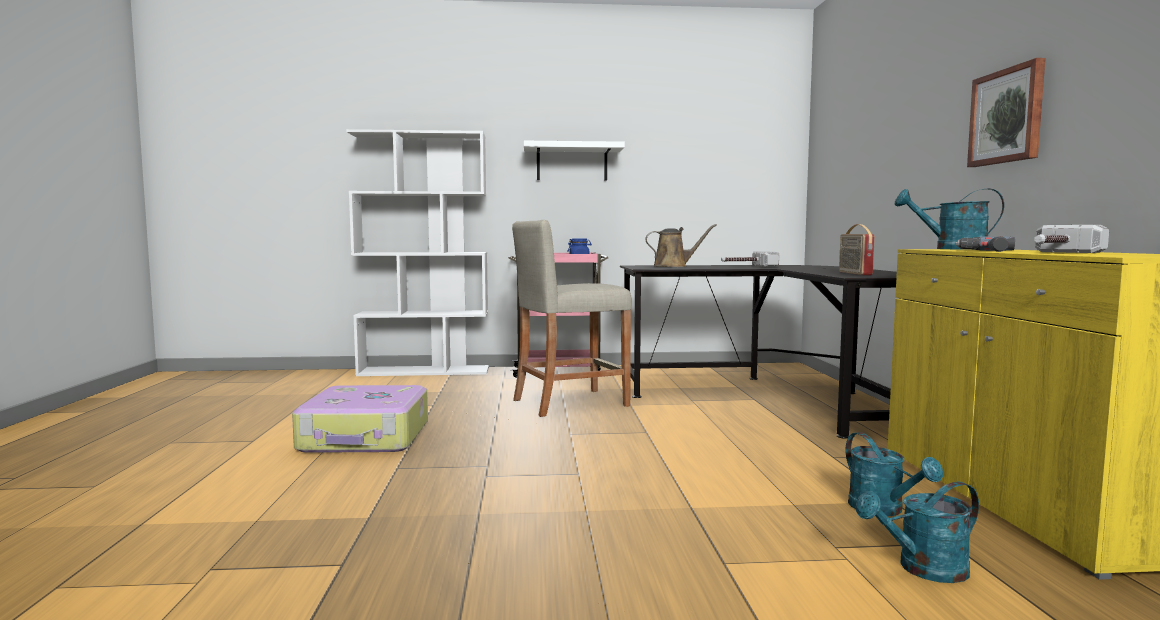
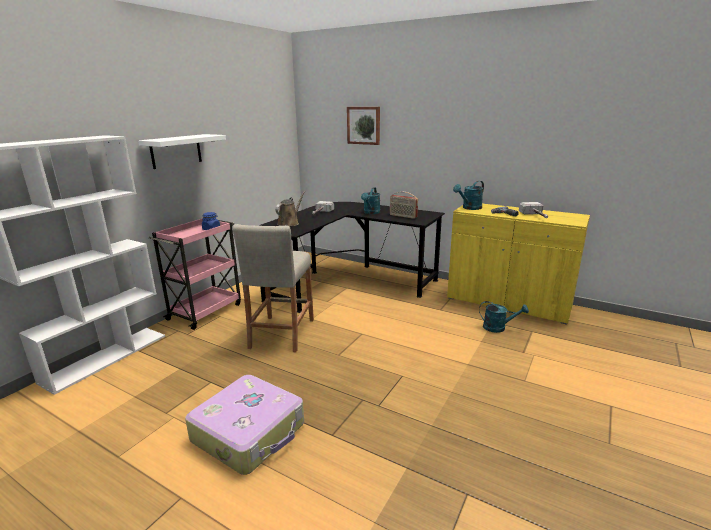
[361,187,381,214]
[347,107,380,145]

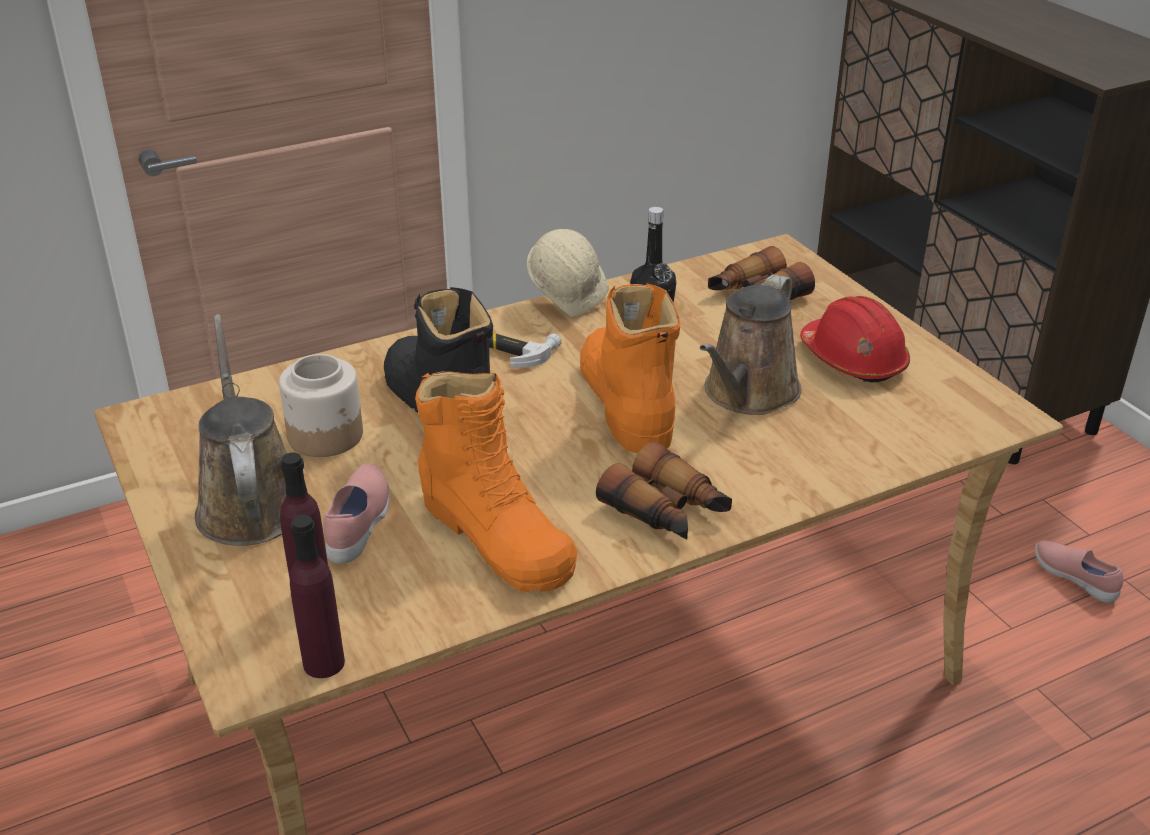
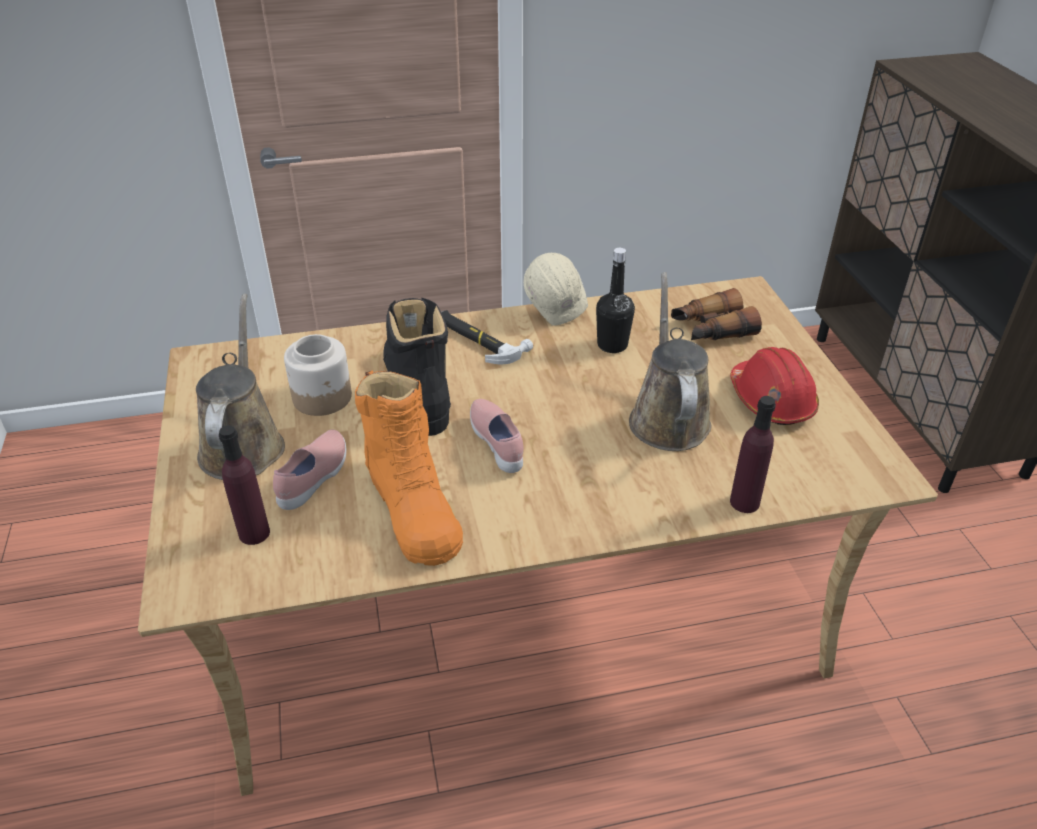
[580,283,680,454] (first image)
[596,441,732,540] (first image)
[730,396,776,513]
[470,399,523,473]
[629,272,711,451]

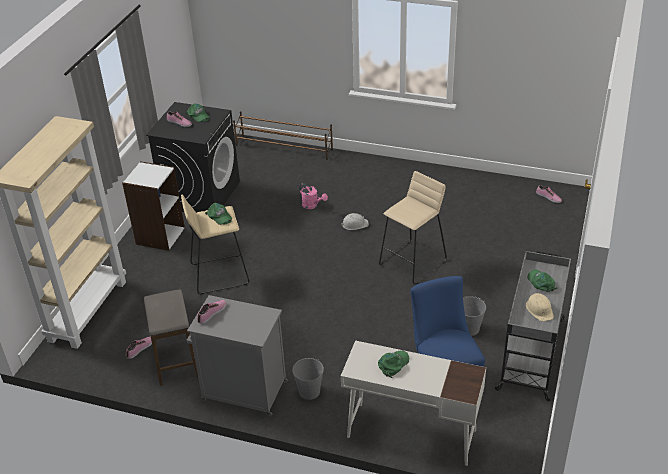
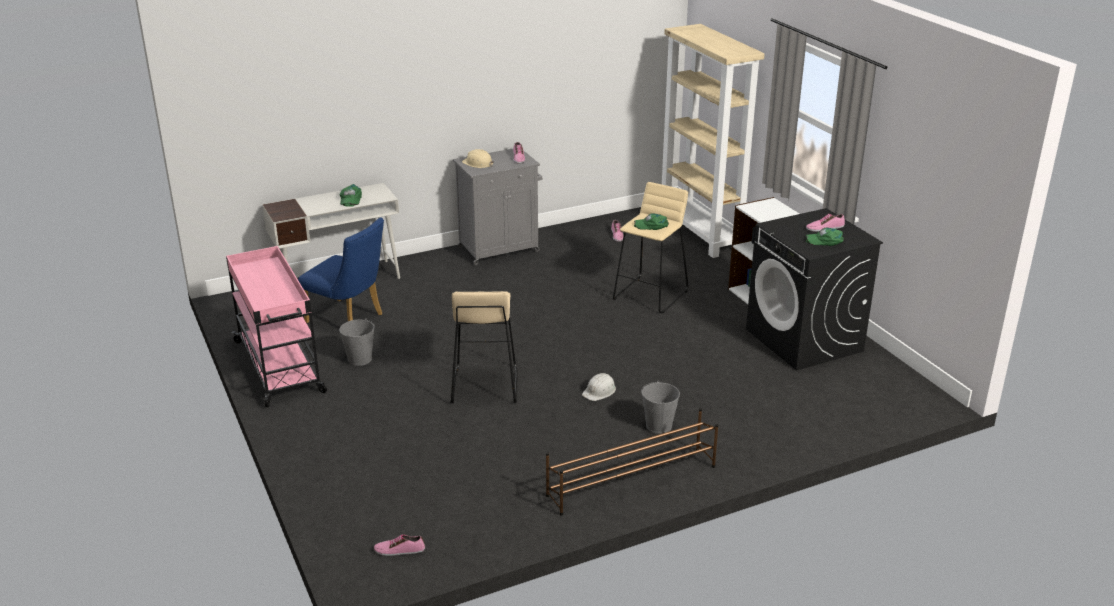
[144,289,198,386] (first image)
[299,183,328,209] (first image)
[527,269,557,292] (first image)
[546,408,718,516]
[641,381,680,434]
[462,149,494,168]
[226,246,327,407]

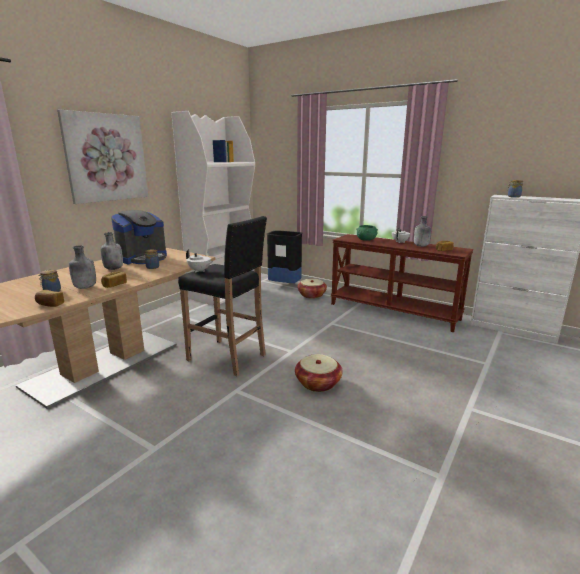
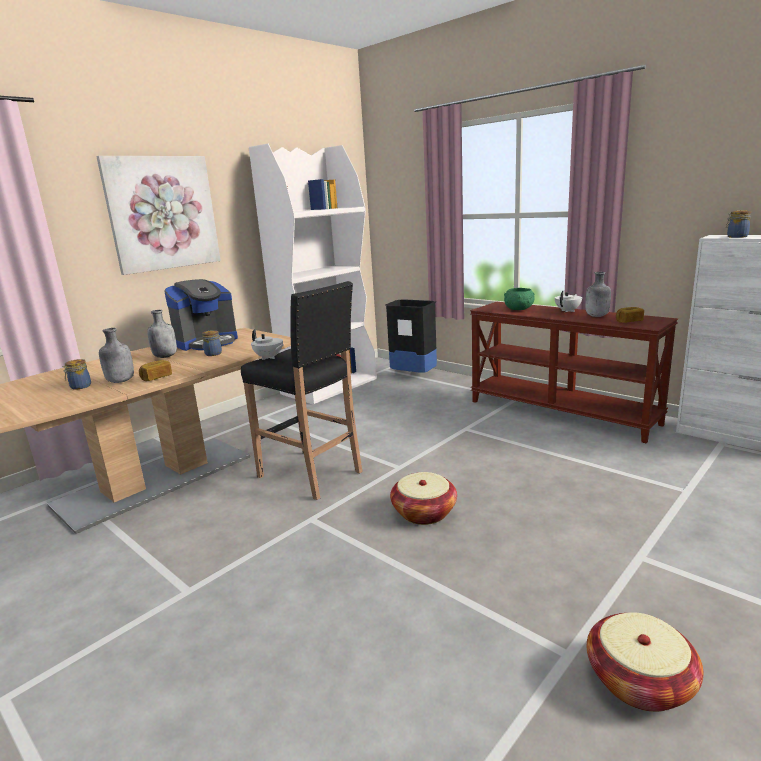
[35,290,64,307] (first image)
[587,612,703,712]

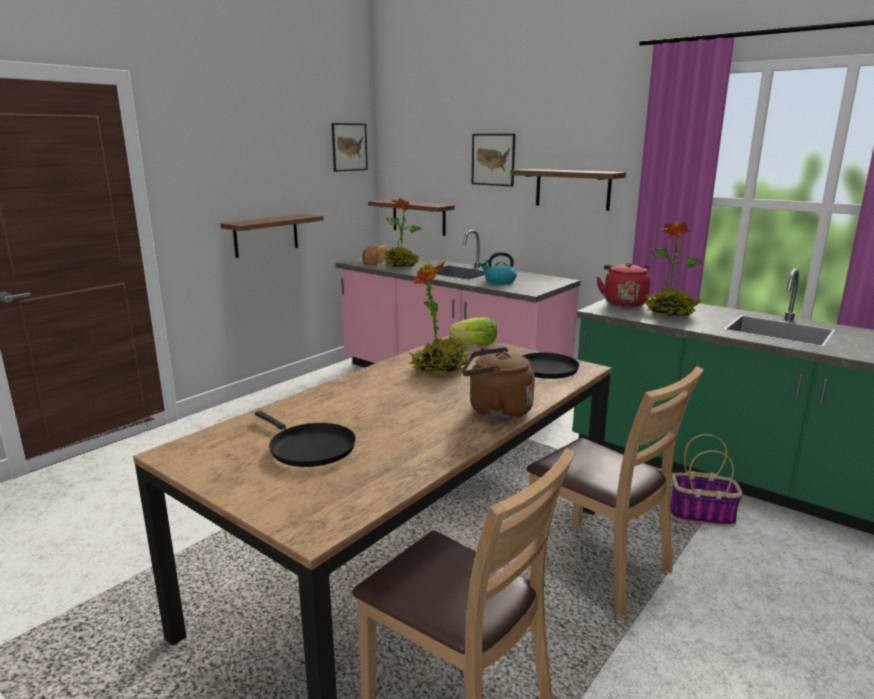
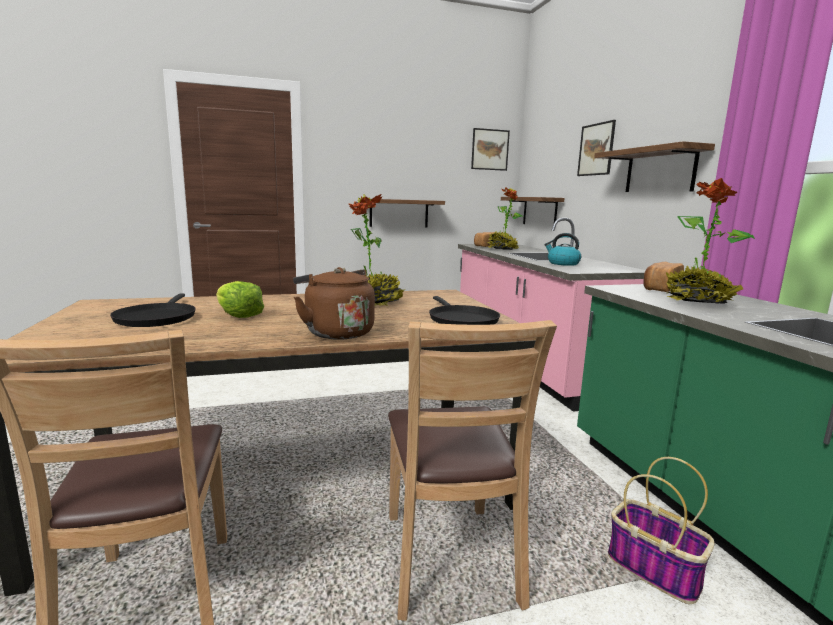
[216,281,264,318]
[643,262,684,292]

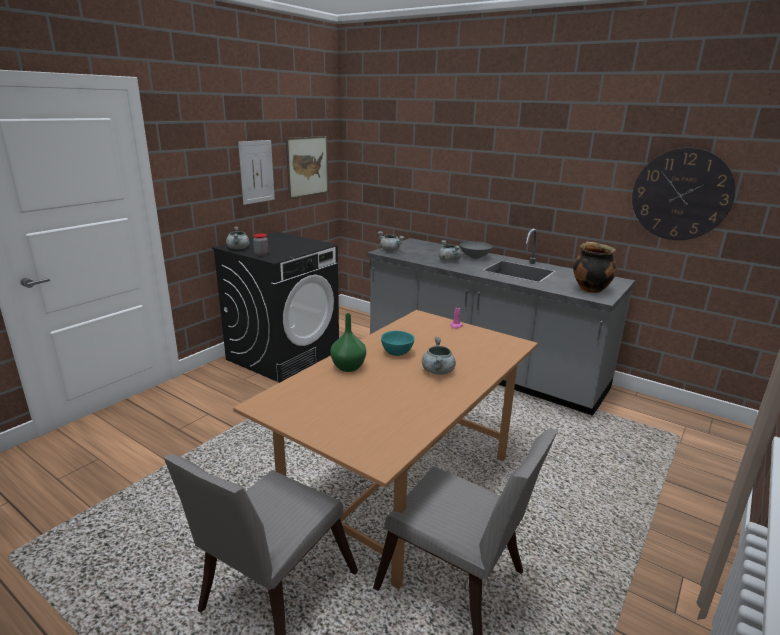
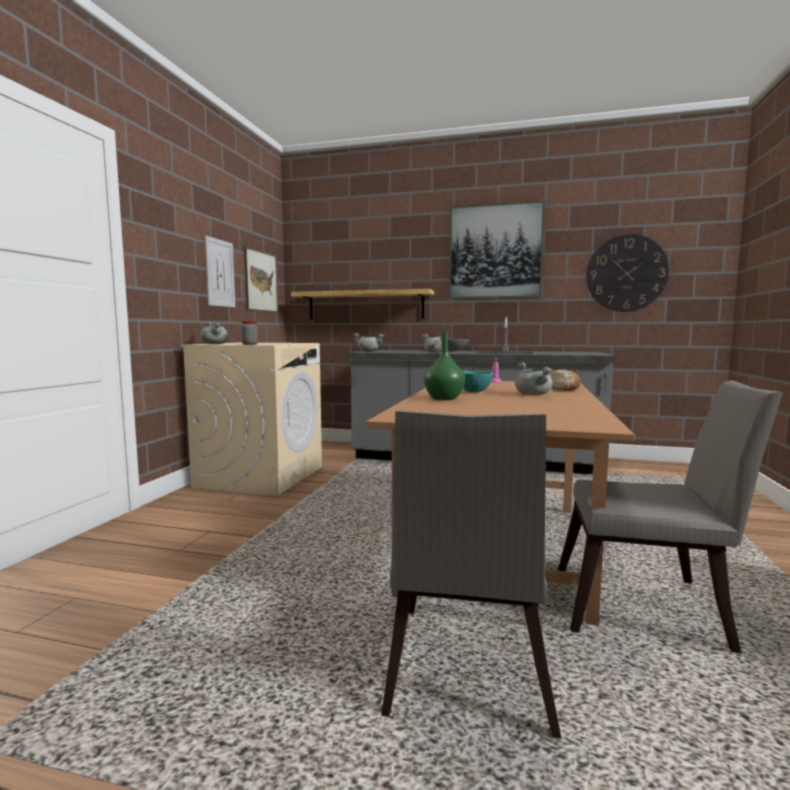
[573,242,617,293] (first image)
[291,289,434,319]
[449,201,545,299]
[550,369,581,391]
[180,343,322,496]

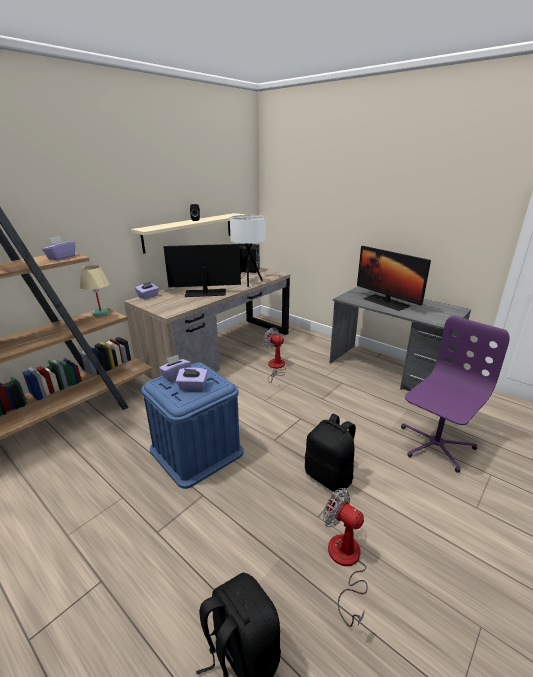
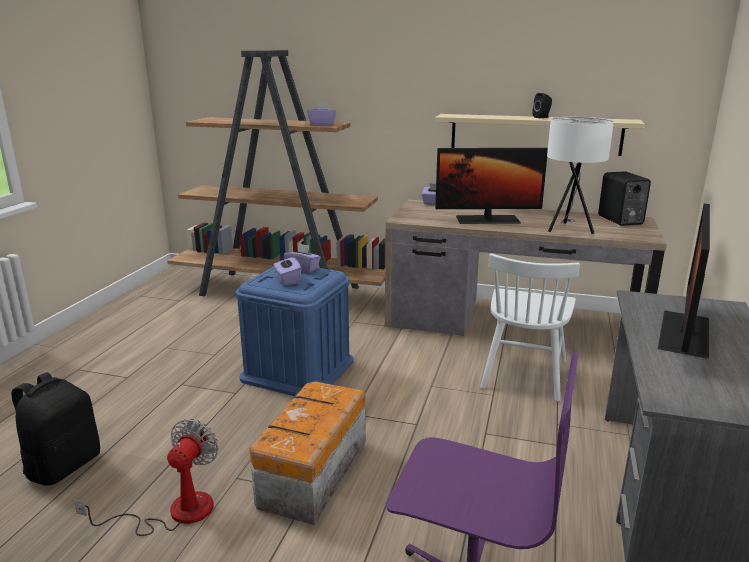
[80,265,110,316] (first image)
[480,253,580,401]
[249,381,366,525]
[435,148,548,224]

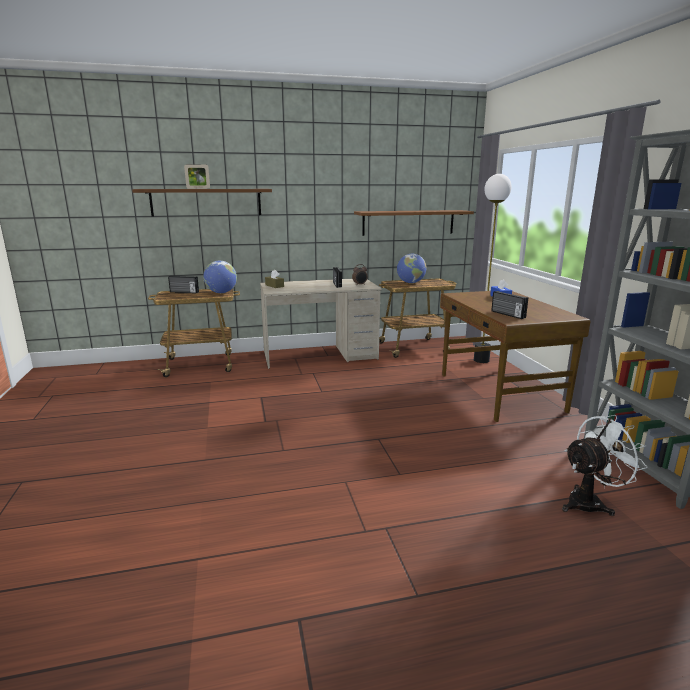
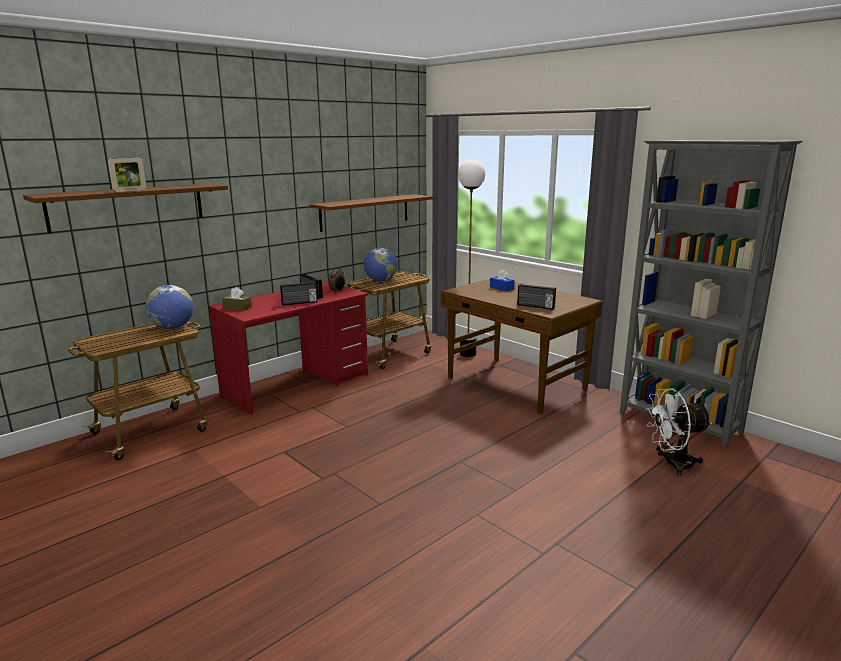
[280,282,318,305]
[208,282,368,415]
[645,389,712,476]

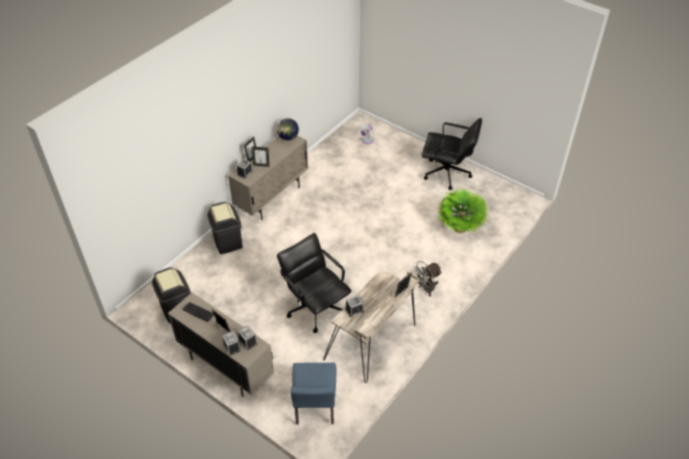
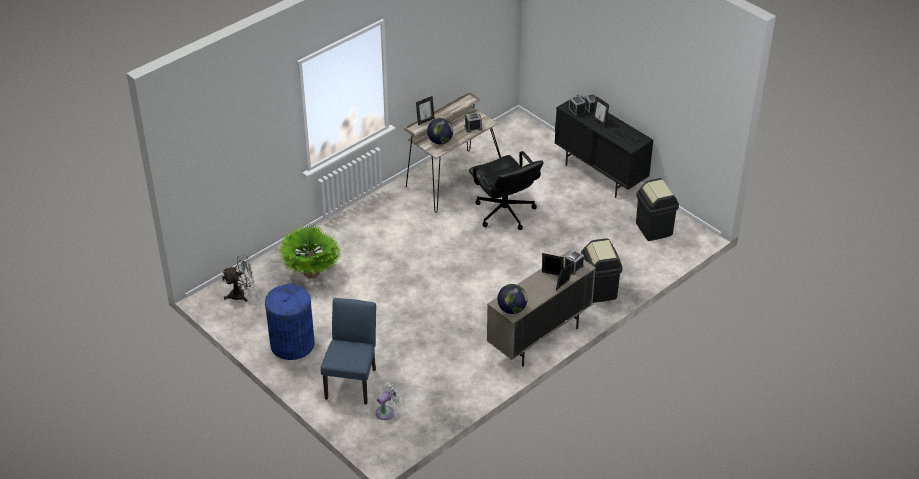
[427,118,453,144]
[321,298,376,405]
[222,255,255,302]
[265,283,315,360]
[554,95,653,198]

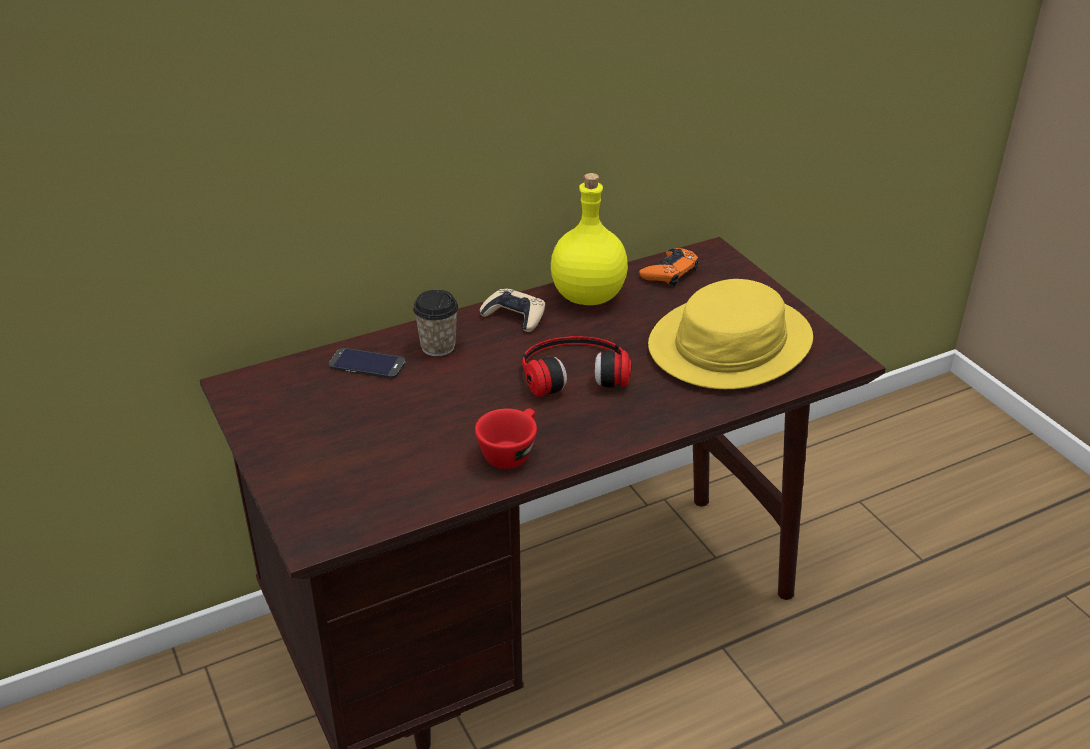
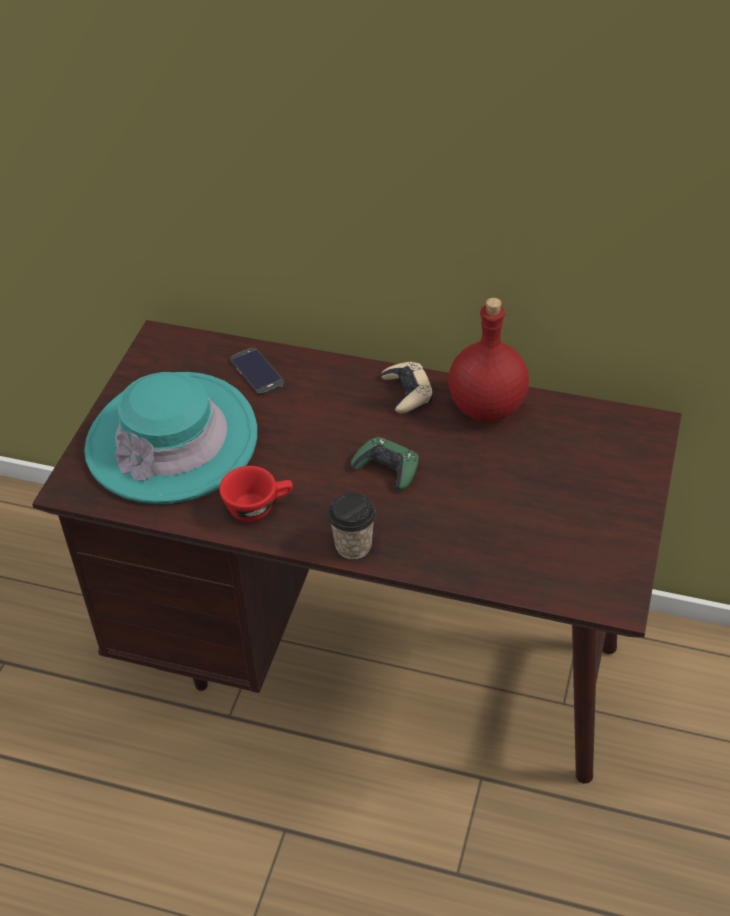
[639,248,699,286] (first image)
[648,279,813,389] (first image)
[84,372,257,504]
[328,492,376,559]
[351,437,419,491]
[448,298,529,422]

